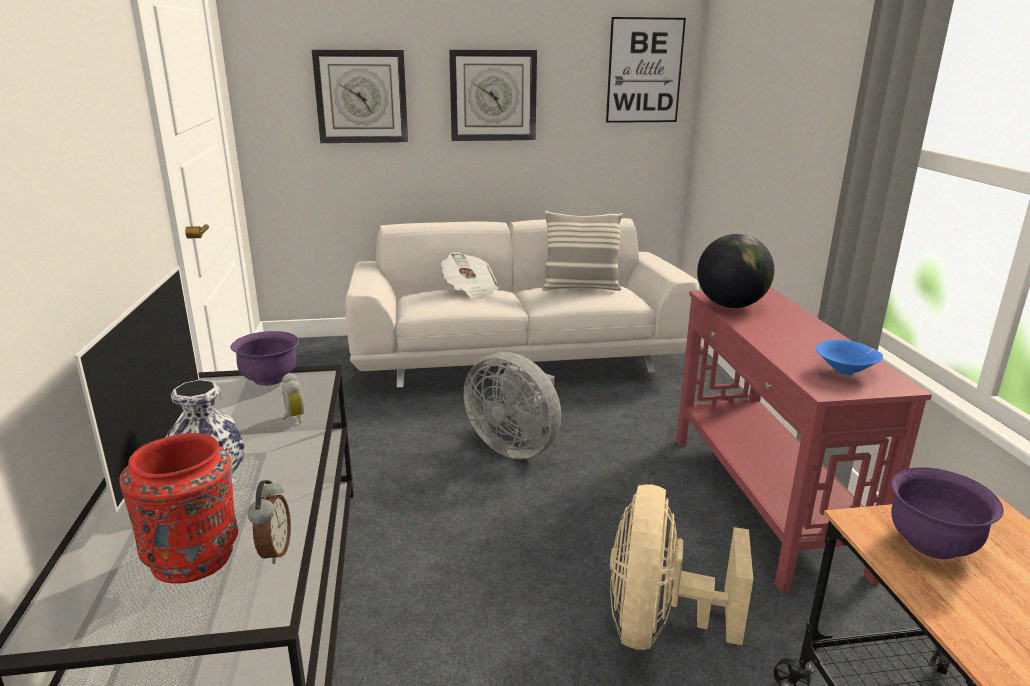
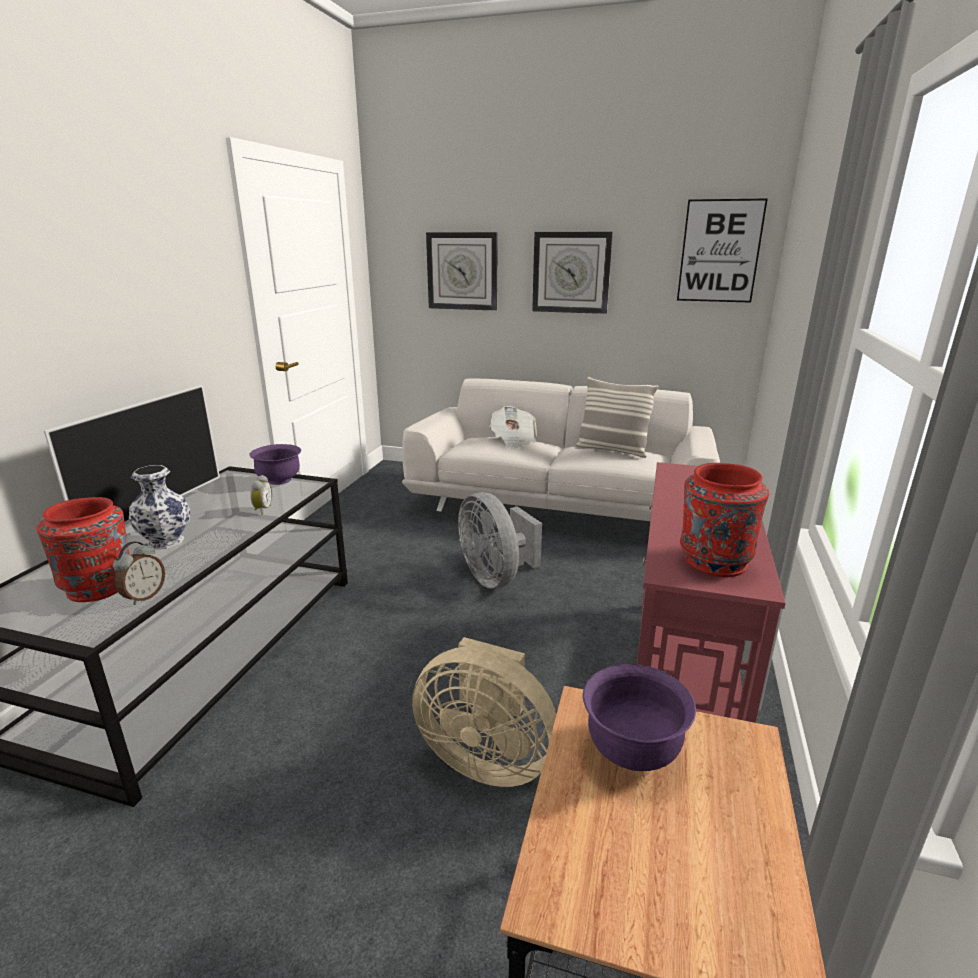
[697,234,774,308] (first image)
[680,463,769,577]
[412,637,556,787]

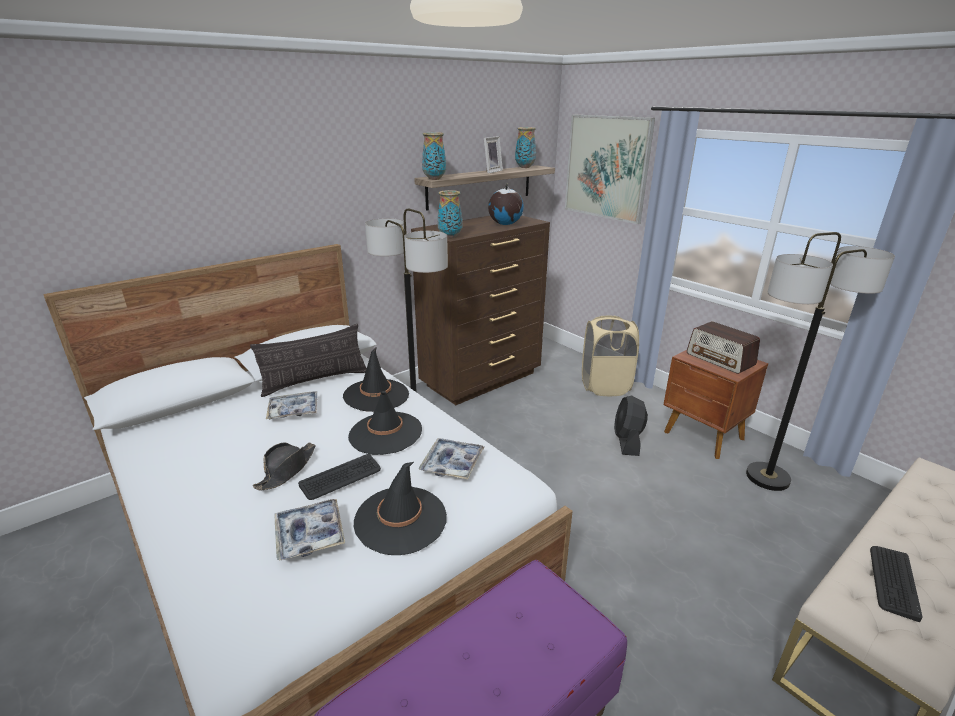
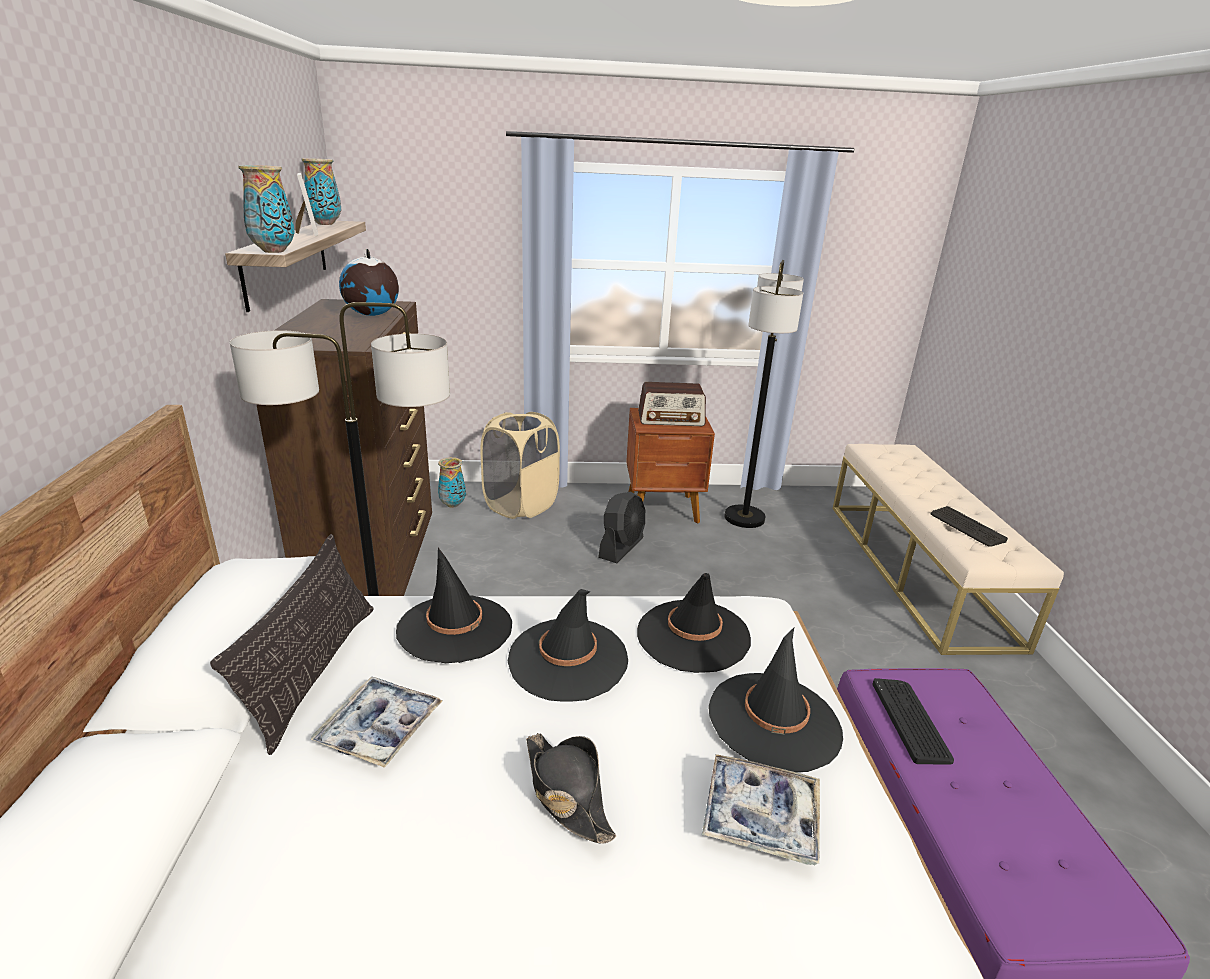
[565,115,655,224] (first image)
[873,678,954,765]
[438,457,466,508]
[637,573,751,673]
[598,492,645,563]

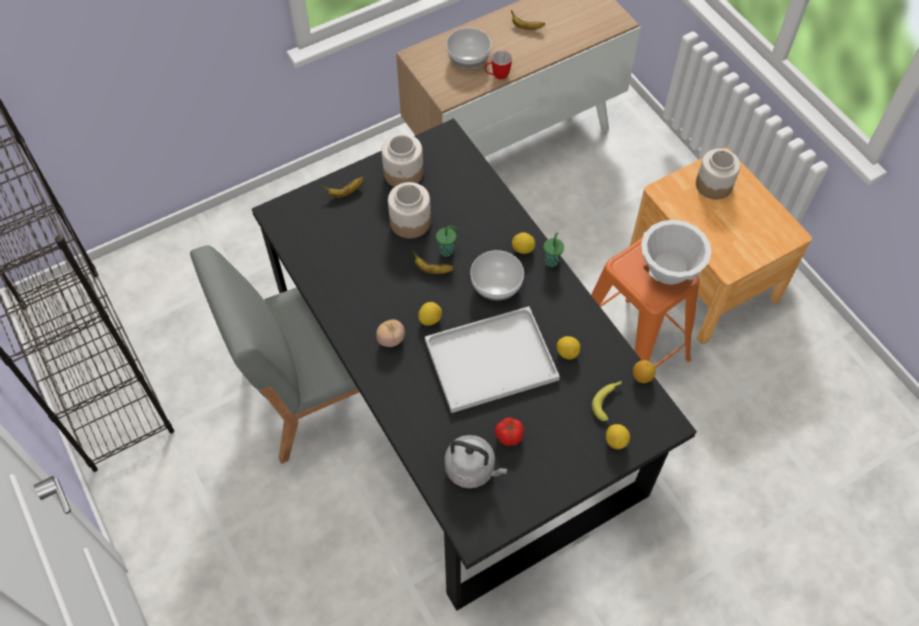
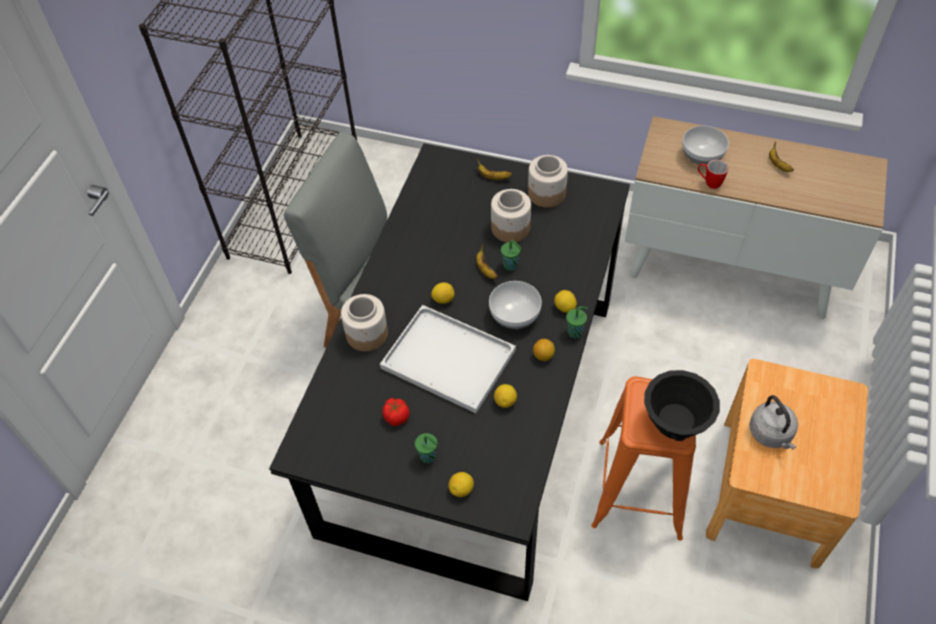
[376,320,405,347] (first image)
[592,380,622,421] (first image)
[415,433,438,464]
[749,395,798,450]
[533,339,555,361]
[341,294,388,352]
[644,370,720,441]

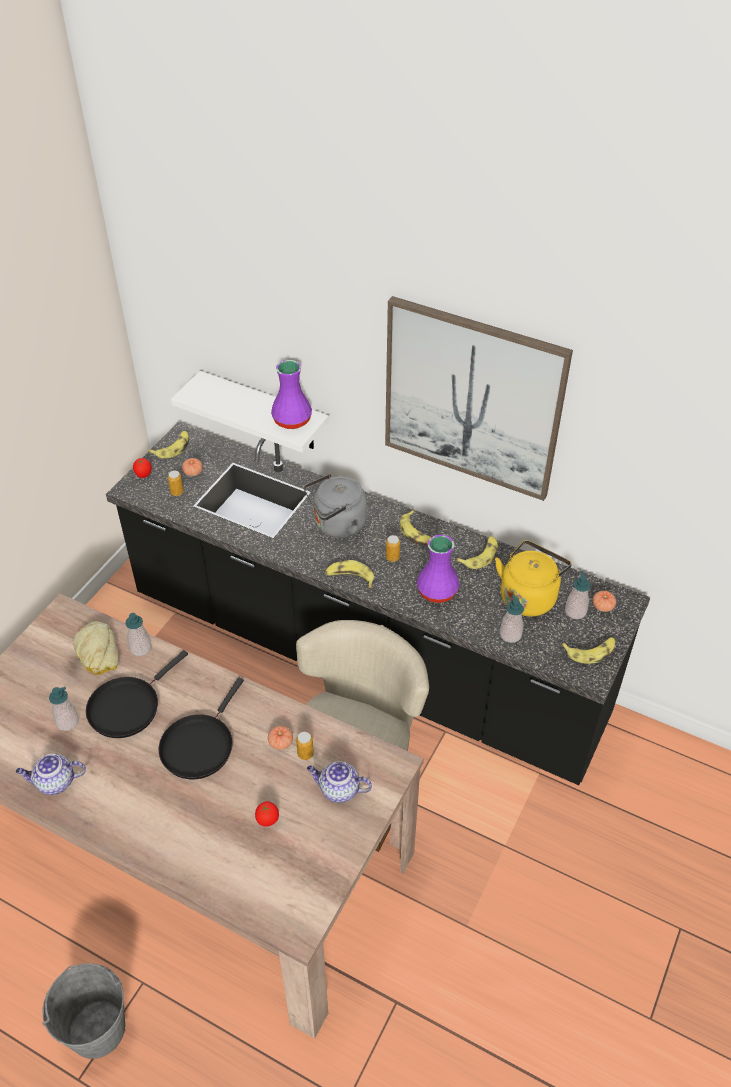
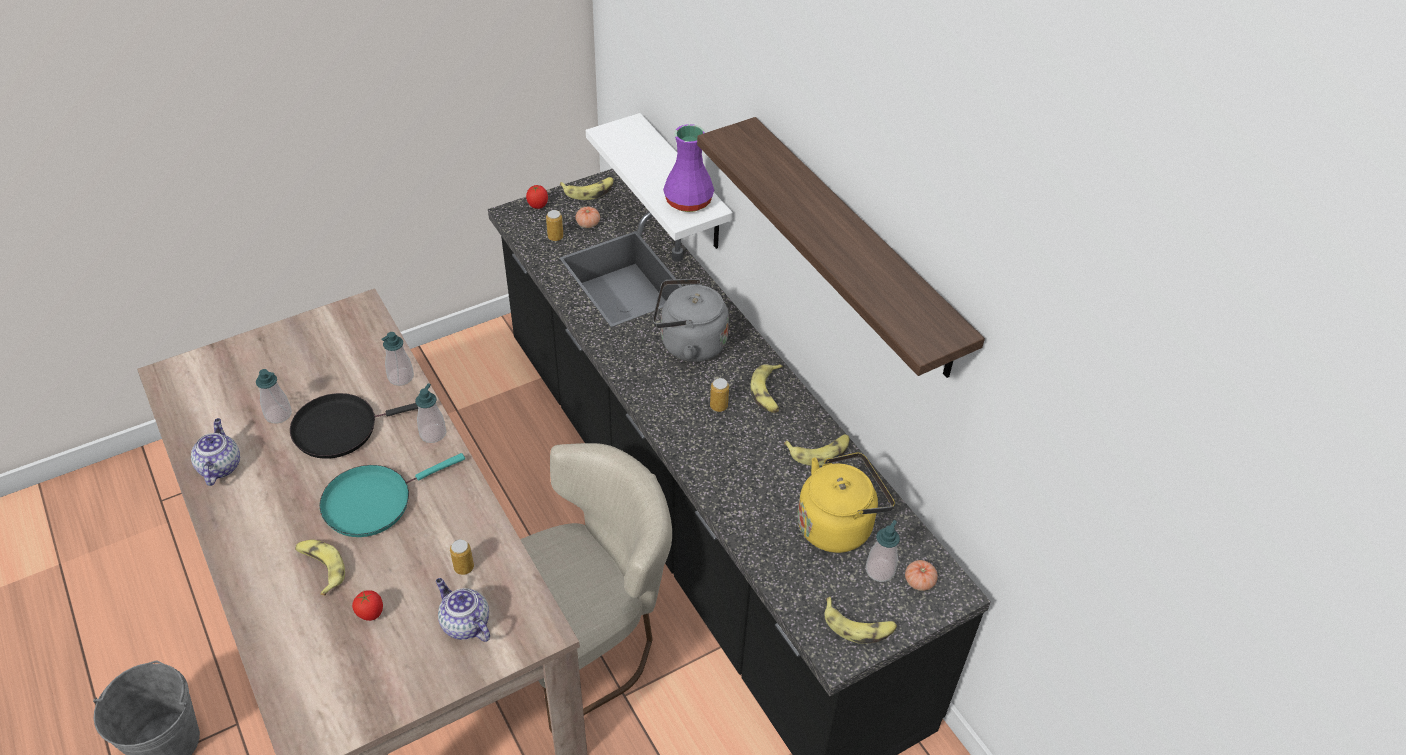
[73,621,119,675] (first image)
[268,726,293,750] (first image)
[416,535,459,603] (first image)
[295,539,345,596]
[415,383,446,443]
[697,117,985,378]
[319,453,465,537]
[191,418,240,486]

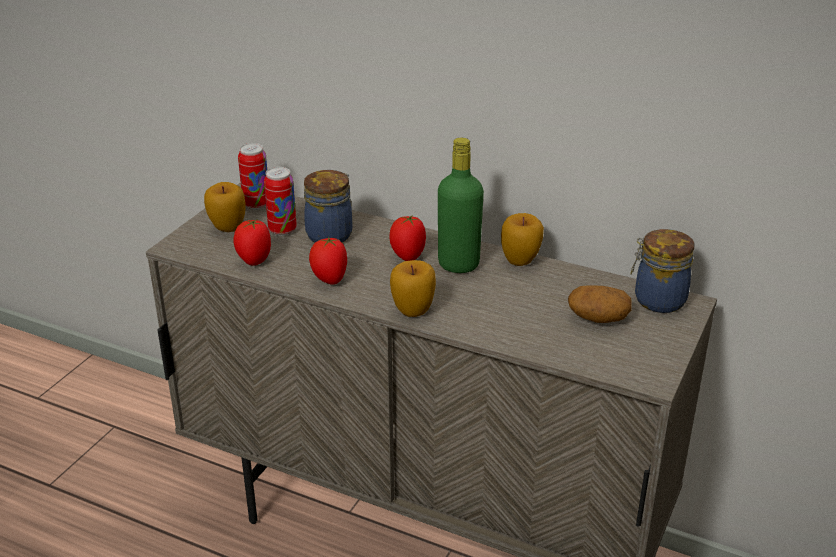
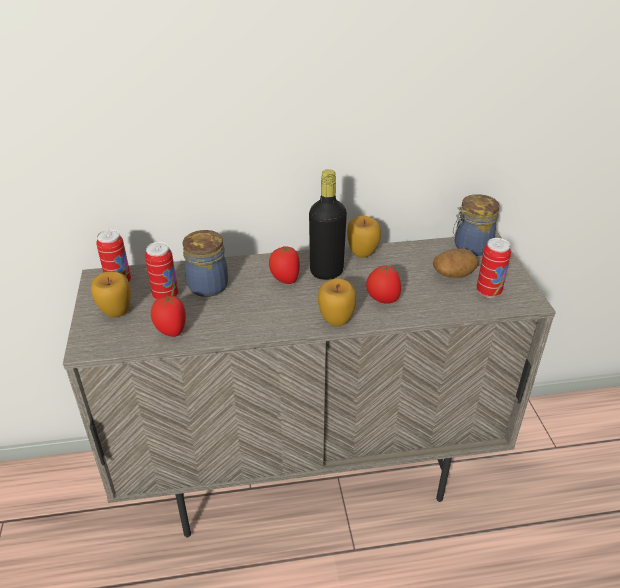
[476,238,511,298]
[366,265,401,304]
[309,169,347,280]

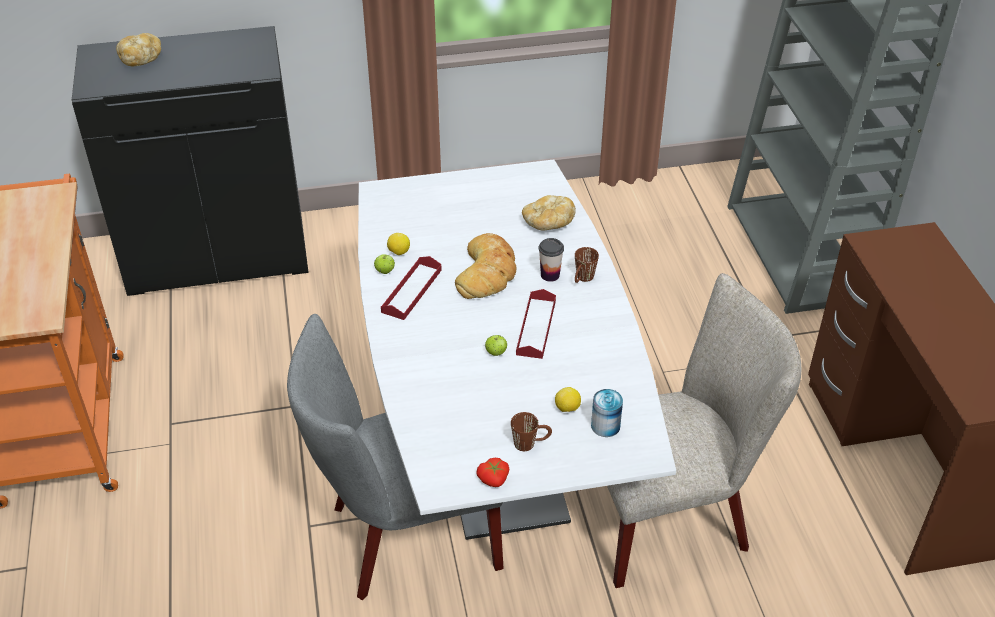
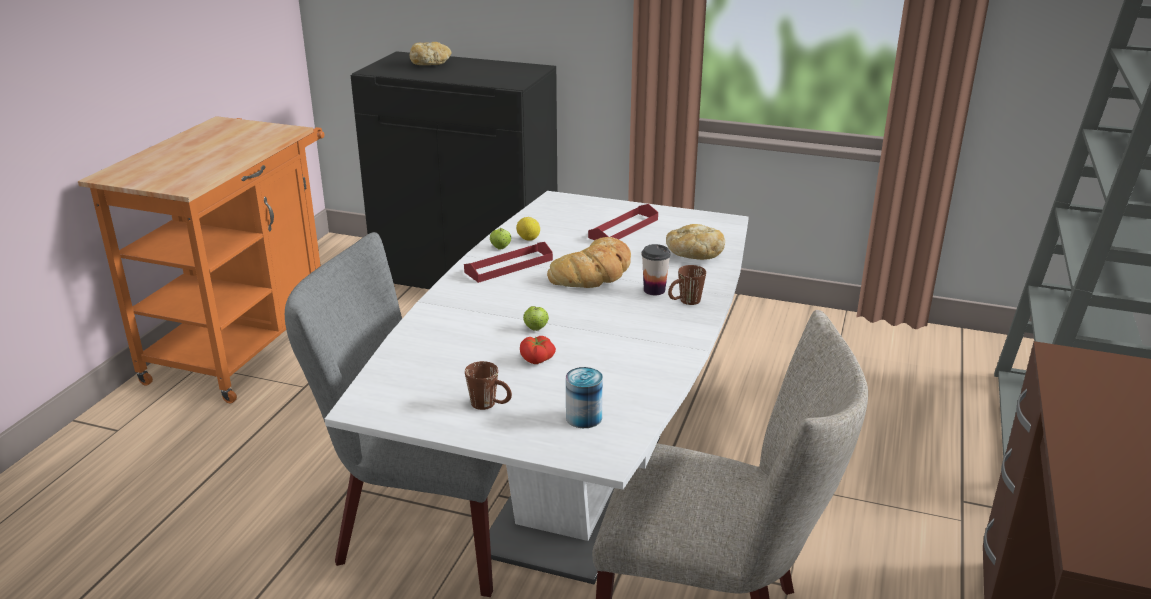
[555,387,581,412] (first image)
[520,336,556,364]
[588,204,658,240]

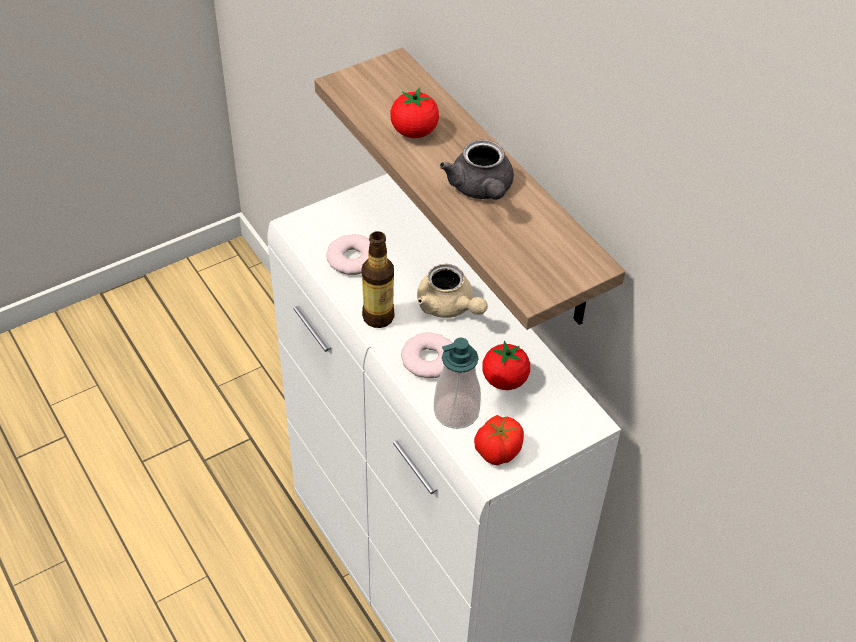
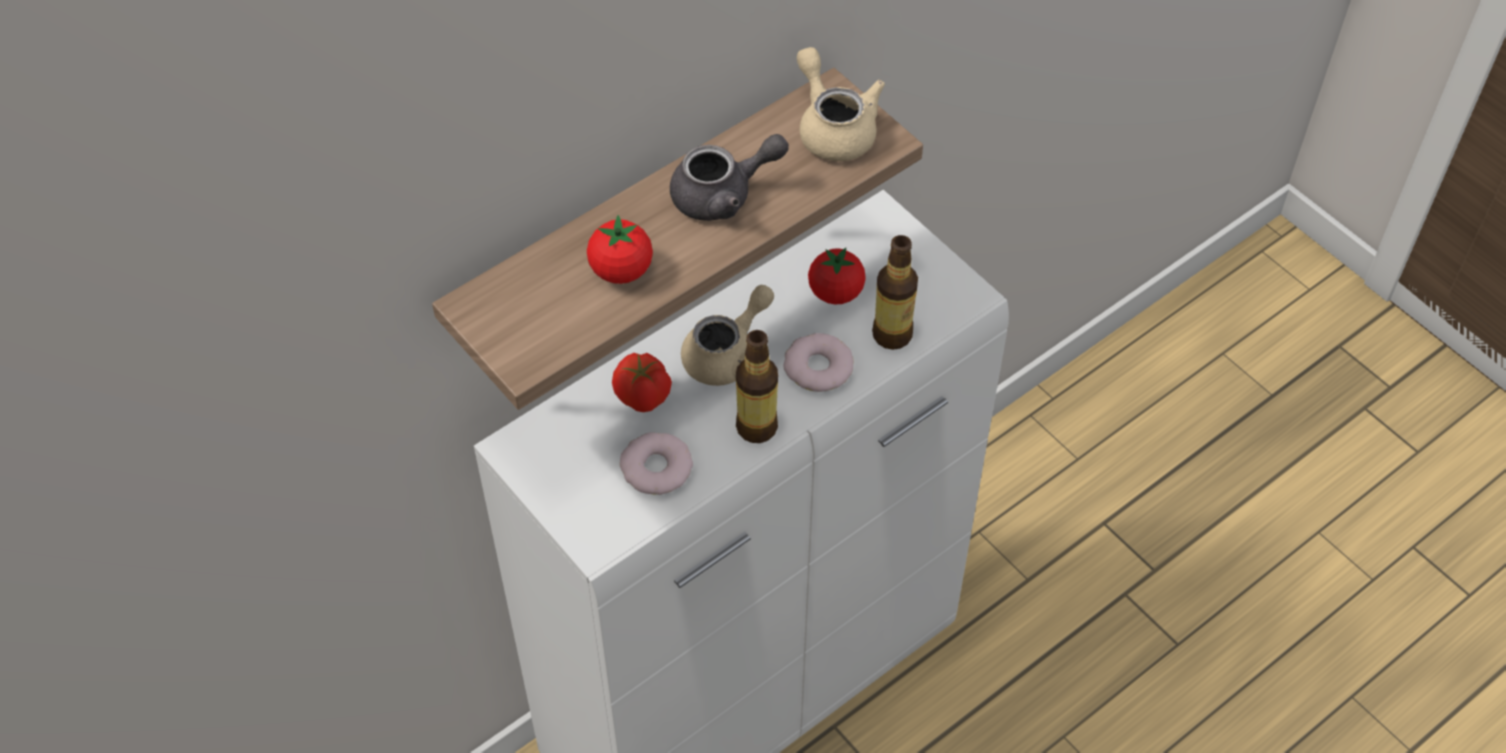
[797,47,885,161]
[612,353,672,412]
[872,235,918,350]

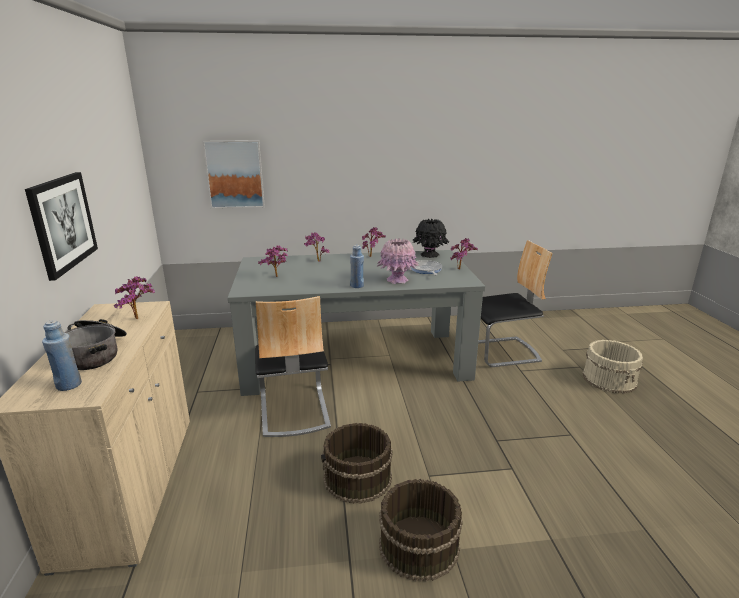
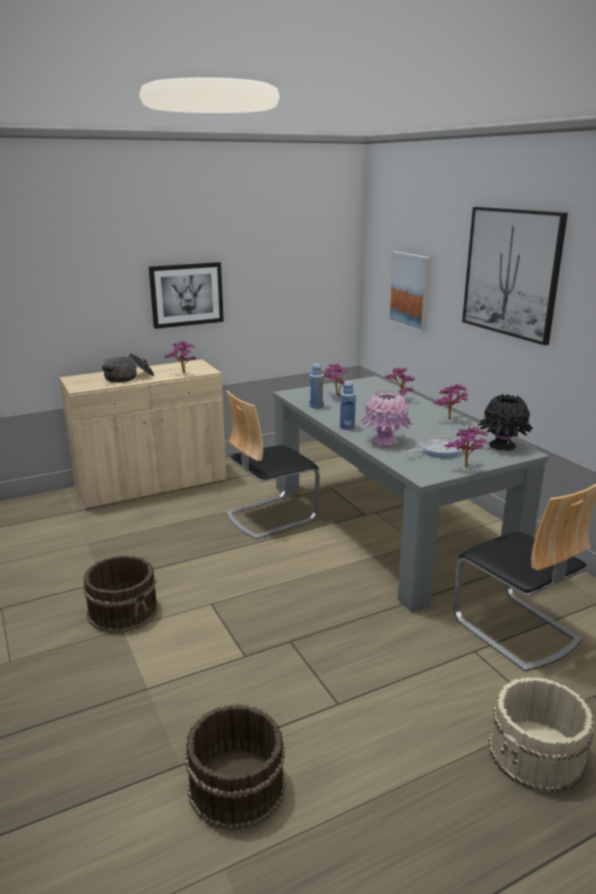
[462,207,568,345]
[310,364,324,408]
[185,704,286,831]

